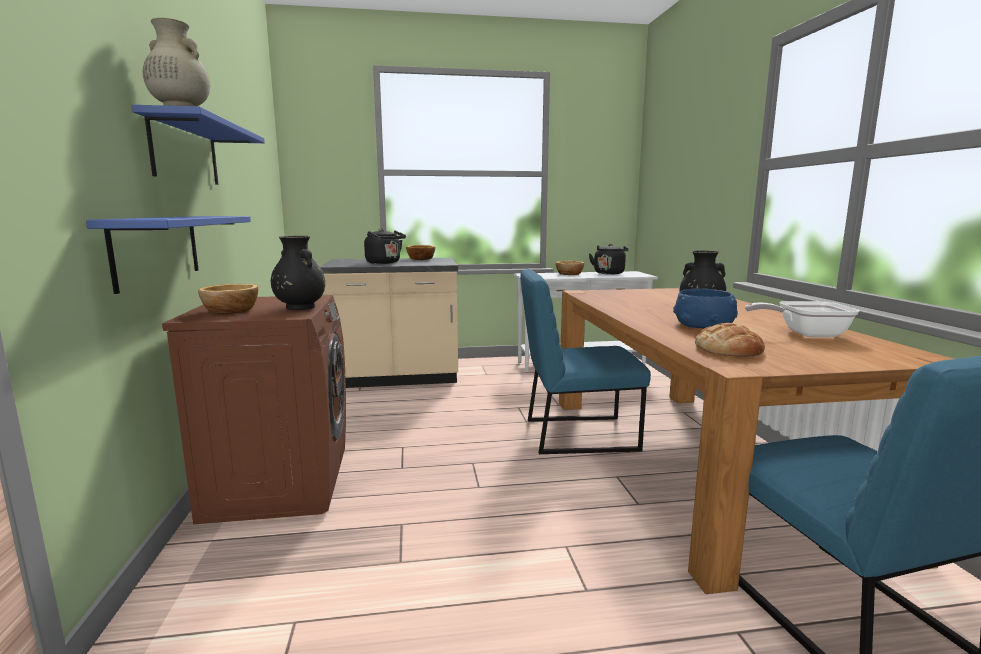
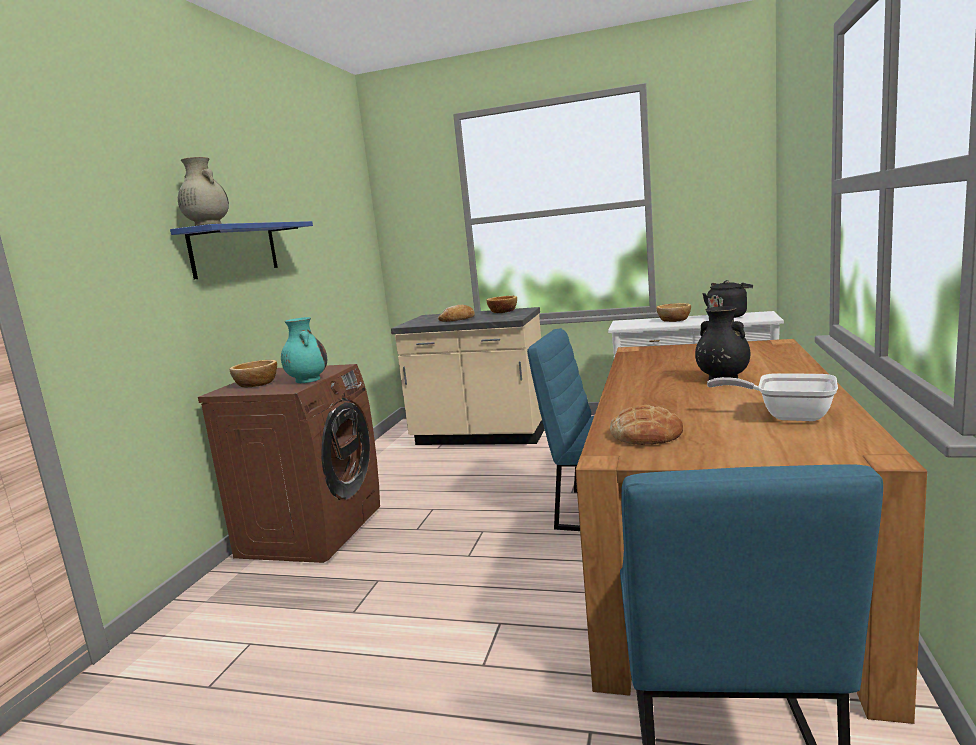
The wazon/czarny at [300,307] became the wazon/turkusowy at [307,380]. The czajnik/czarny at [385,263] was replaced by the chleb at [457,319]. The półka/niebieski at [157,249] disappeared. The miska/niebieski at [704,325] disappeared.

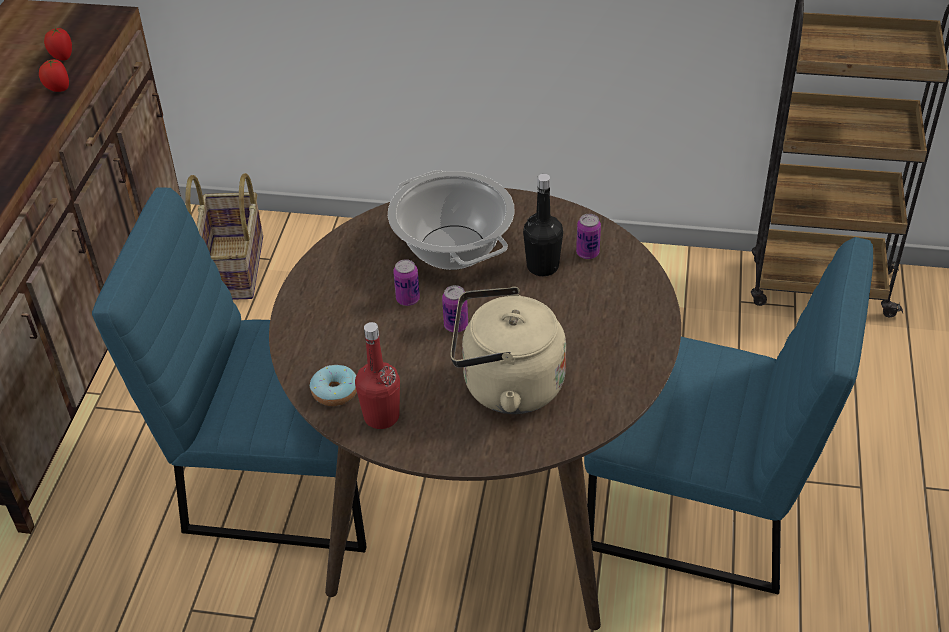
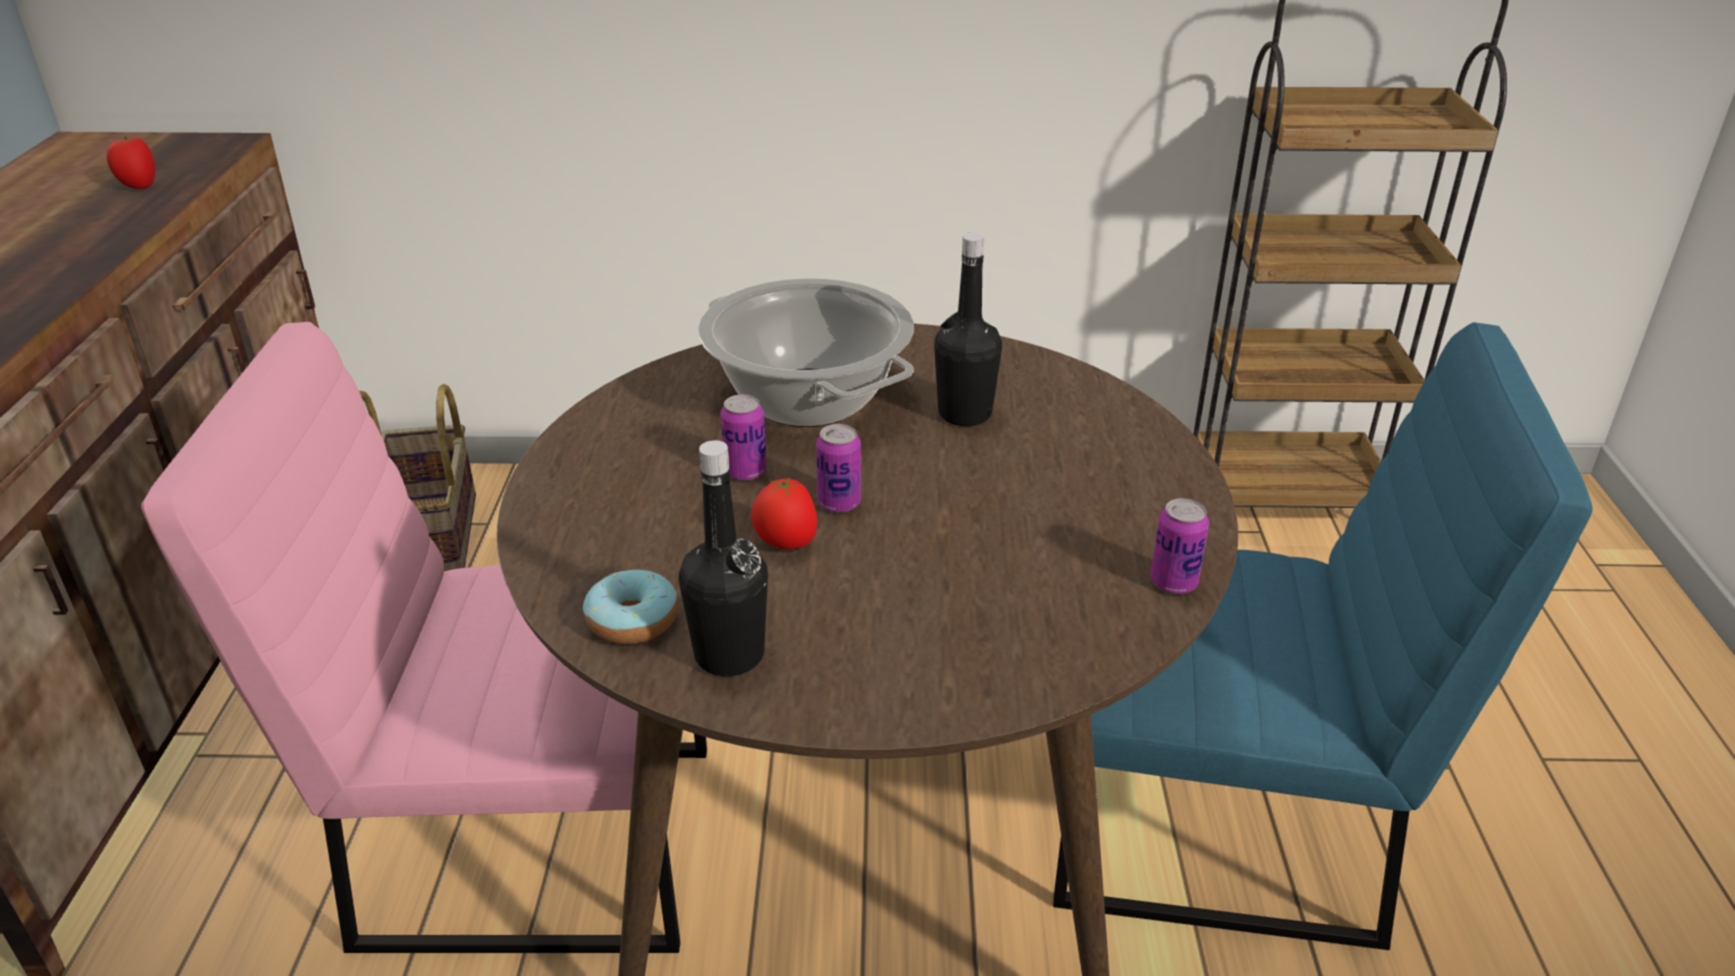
The krzesło/niebieski at [285,479] became the krzesło/różowy at [528,841]. The butelka/czerwony at [381,416] became the butelka/czarny at [729,655]. The pomidor moved from [58,89] to [785,544]. The puszka moved from [587,253] to [1173,583]. The czajnik/beżowy at [506,386] disappeared.

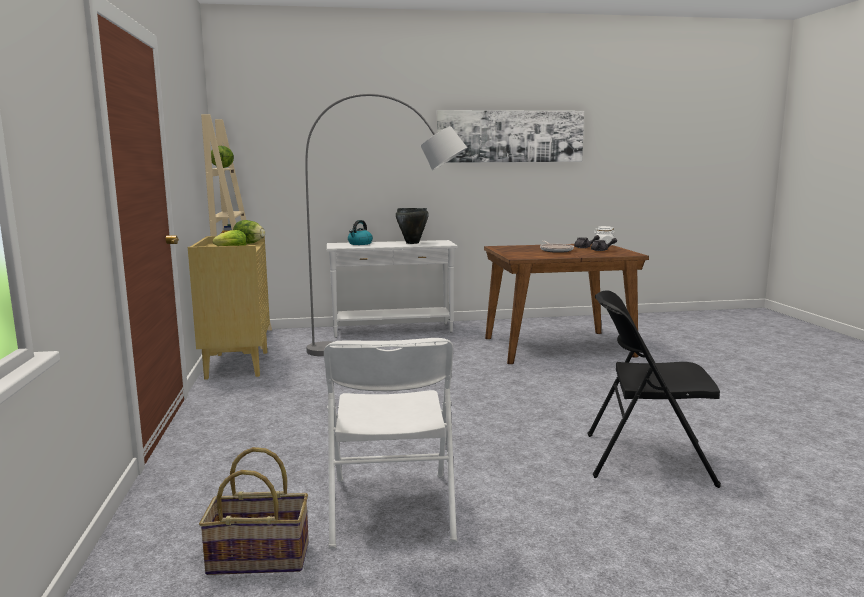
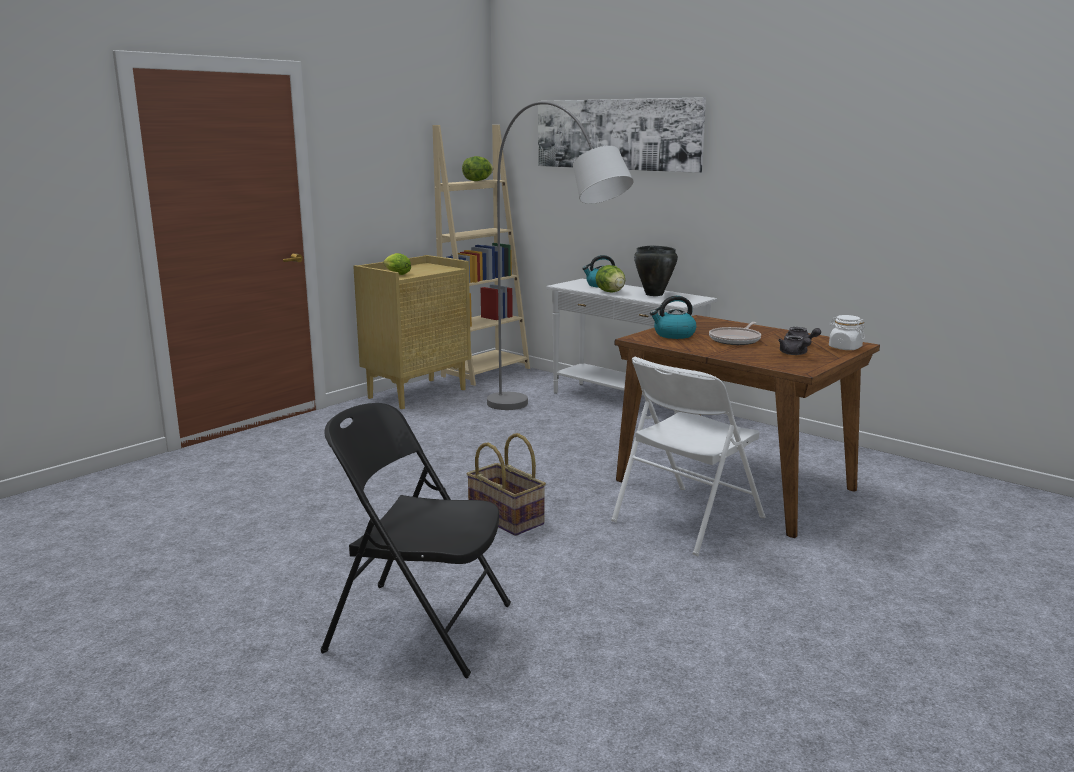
The krzesło/czarny at [648,459] turned 45 degrees counterclockwise. The koszyk moved from [260,557] to [507,518]. The obraz moved from [510,136] to [616,134]. The sałata moved from [249,243] to [610,292]. The krzesło/biały moved from [391,508] to [687,519]. The czajnik at [673,335] appeared.

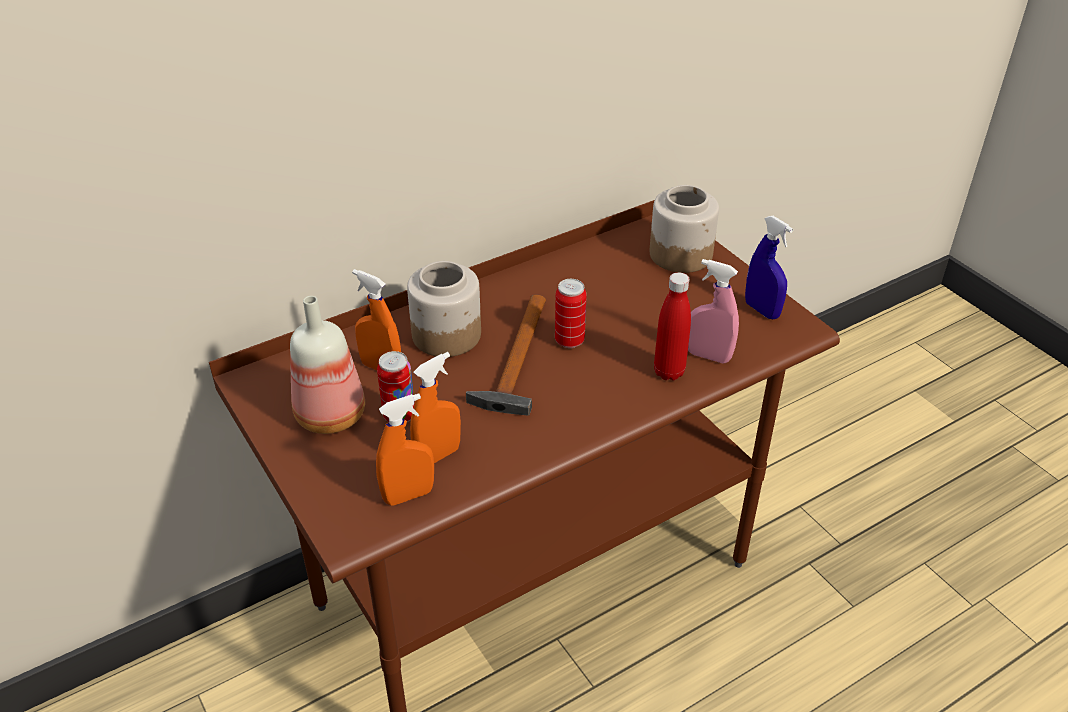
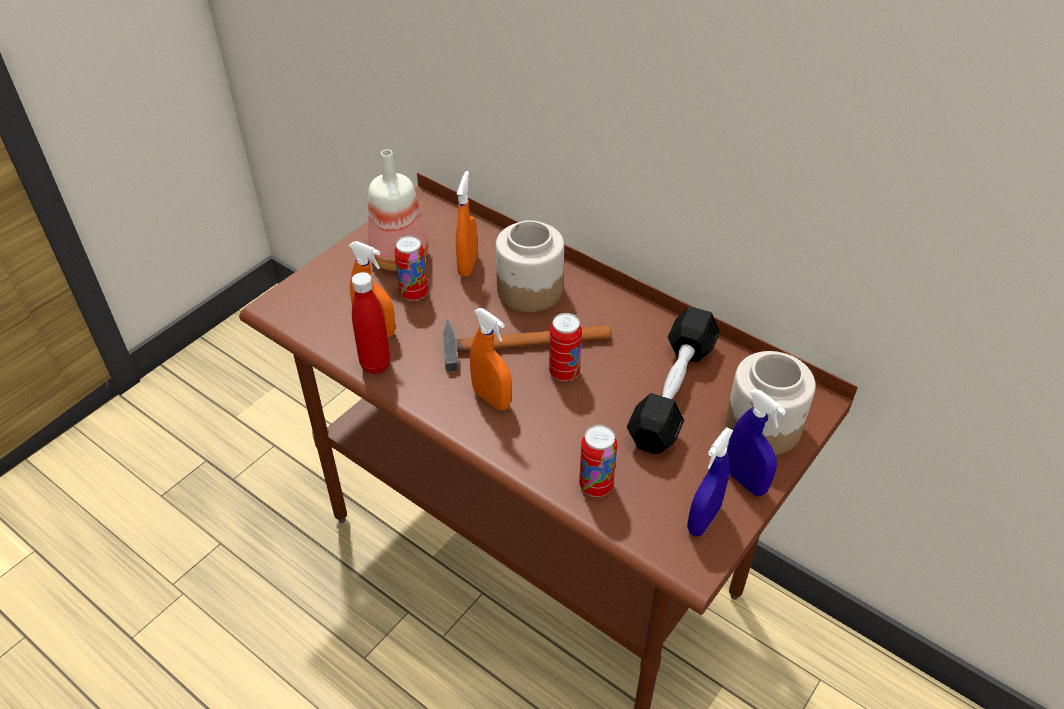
The butelka/czerwony moved from [669,372] to [375,365]. The spryskiwacz/pomarańczowy moved from [408,495] to [491,398]. The spryskiwacz/różowy at [708,356] was replaced by the puszka at [596,485]. The hantel/czarny at [672,392] appeared. The spryskiwacz/niebieski at [745,481] appeared.

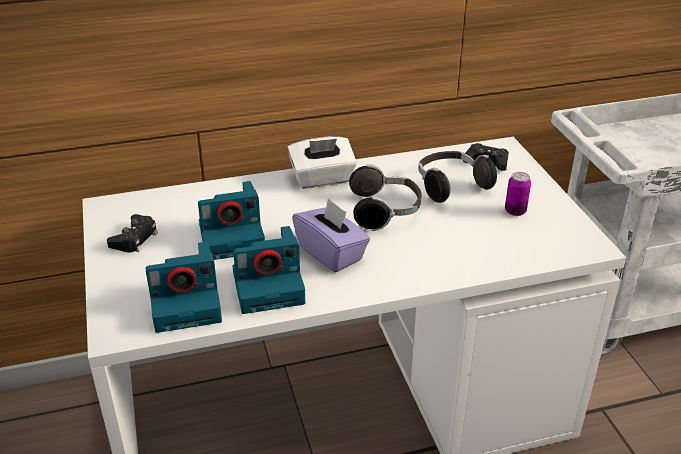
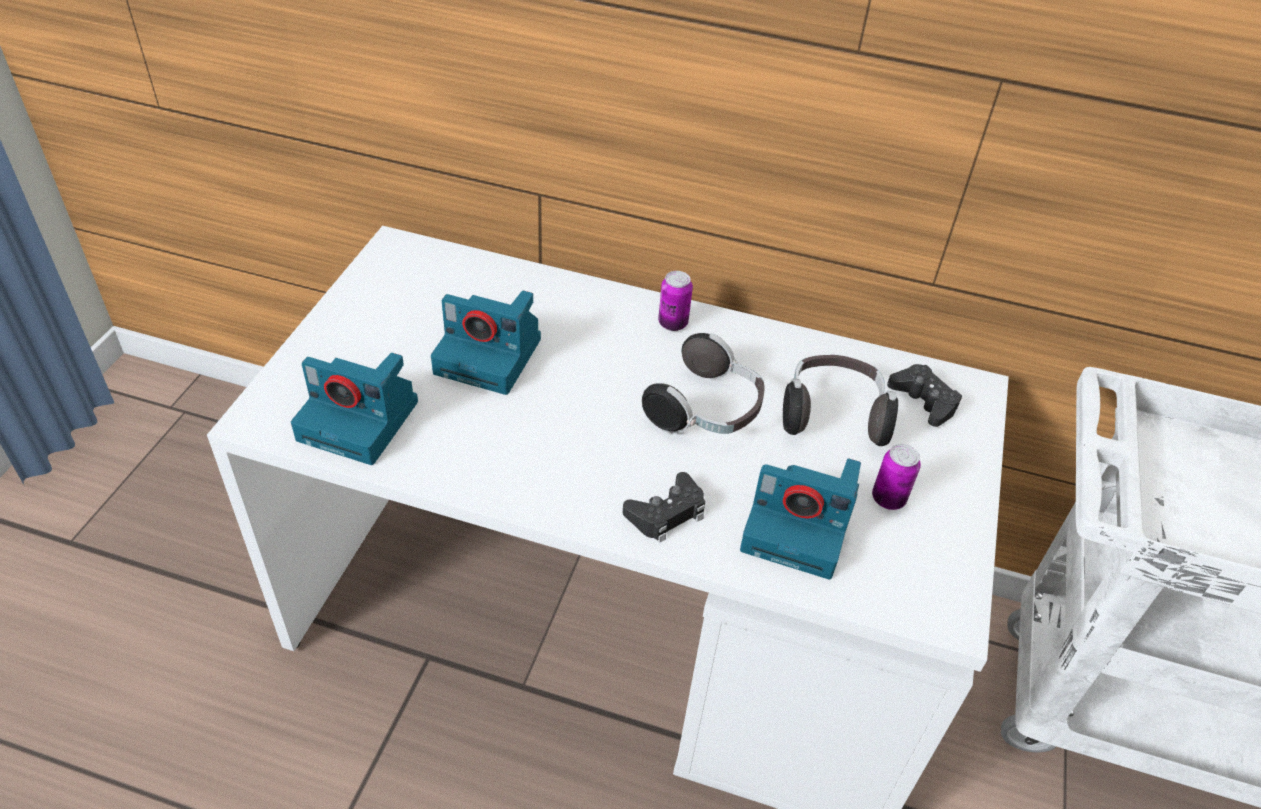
The pad do gier/czarny moved from [134,239] to [666,513]. The pudełko chusteczek/biały at [322,179] was replaced by the puszka at [673,323]. The aparat fotograficzny moved from [270,286] to [799,527]. The pudełko chusteczek/fioletowy at [331,253] disappeared.

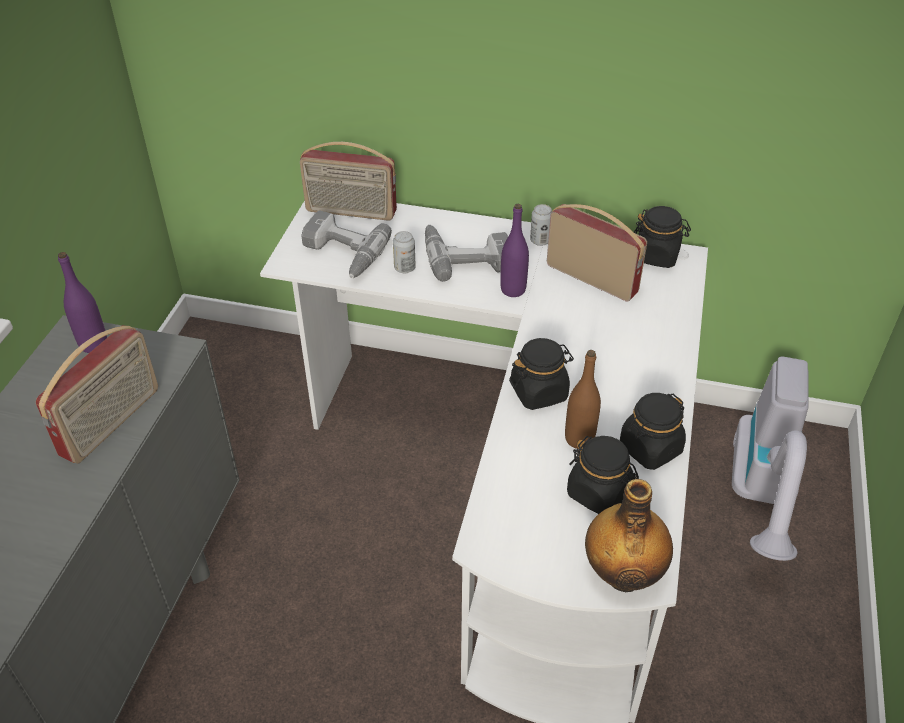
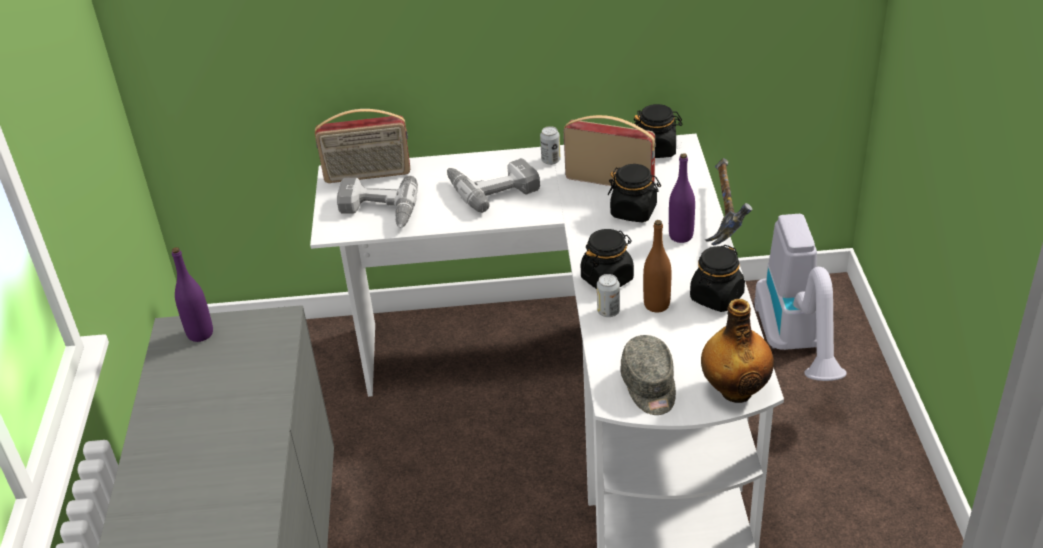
The puszka moved from [404,268] to [608,311]. The słoik/czarny moved from [599,493] to [634,211]. The czapka z daszkiem/szary at [649,387] appeared. The butelka/fioletowy moved from [513,290] to [681,236]. The młotek at [725,218] appeared. The radio at [112,423] disappeared.

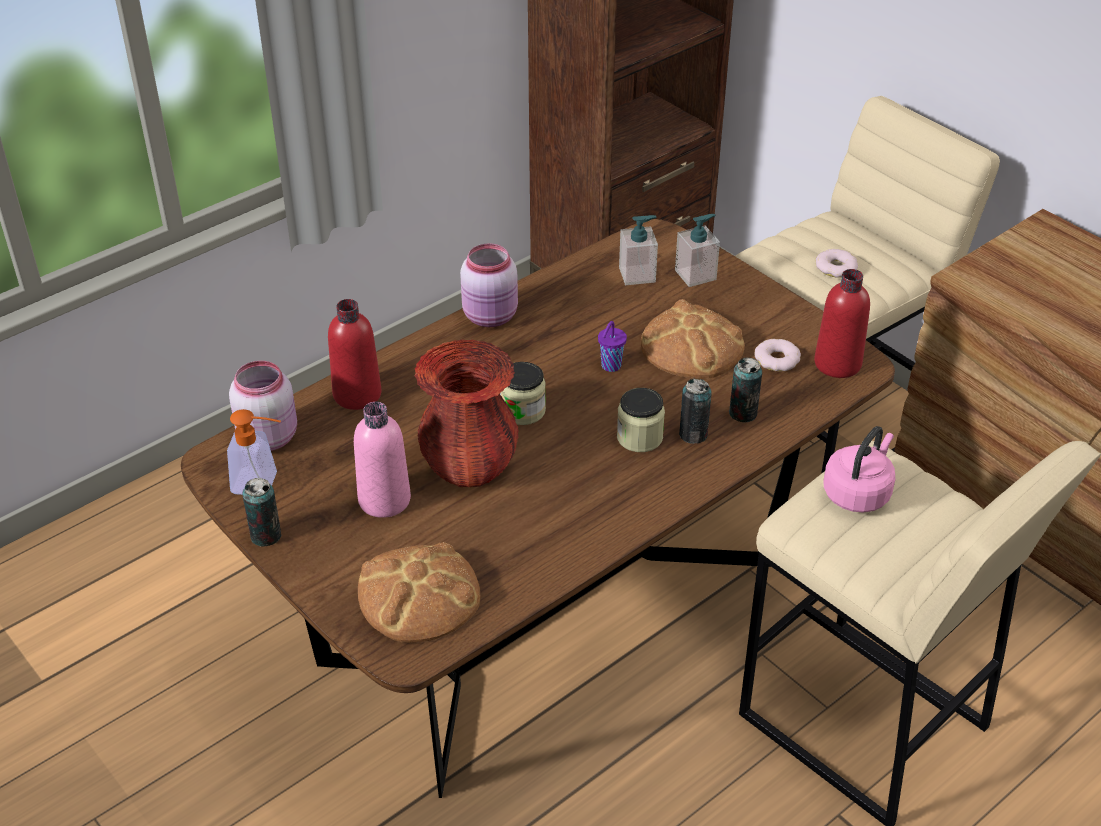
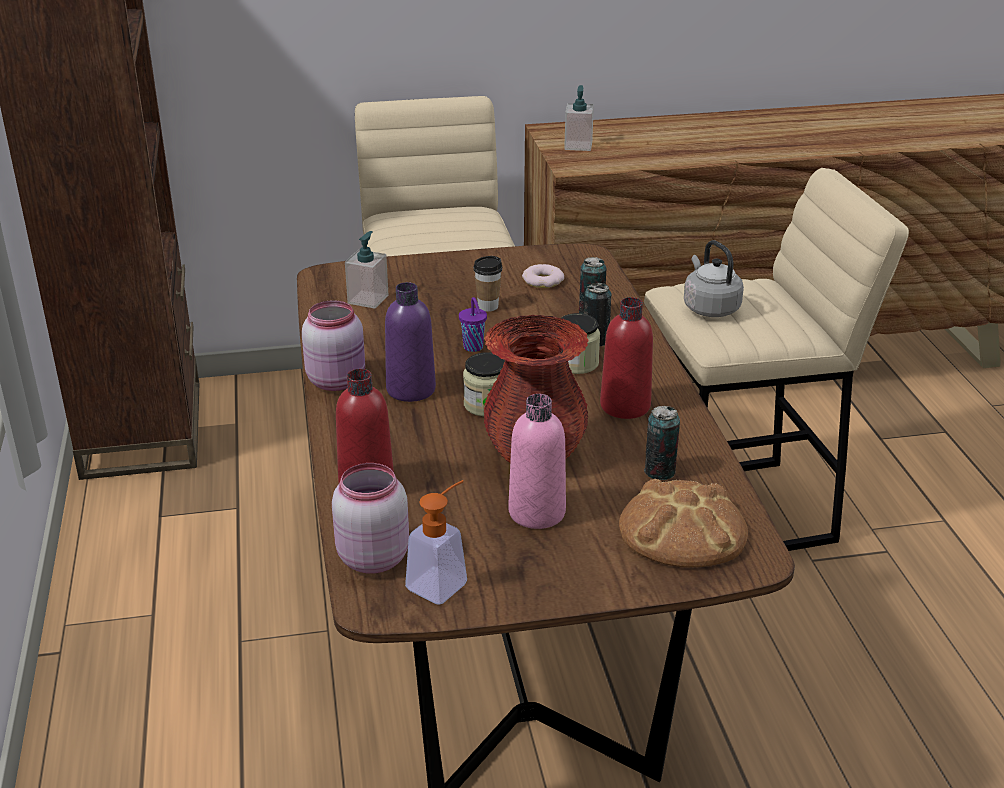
The butelka/fioletowy at [411,389] appeared. The chleb at [692,346] was replaced by the filiżanka at [488,306]. The dozownik mydła moved from [695,275] to [578,145]. The butelka/czerwony moved from [837,364] to [625,406]. The puszka moved from [266,536] to [659,471]. The czajnik/różowy at [858,493] became the czajnik/szary at [709,307]. The donut at [836,267] disappeared.

